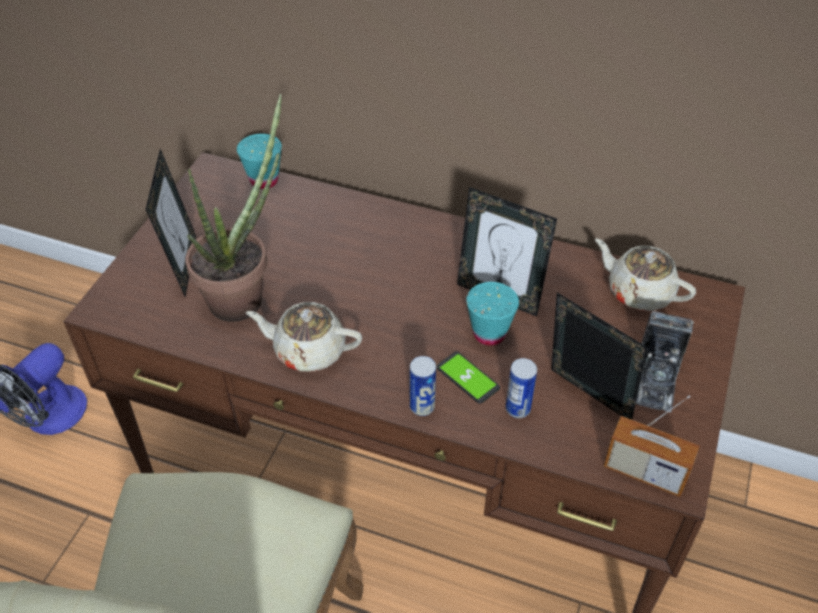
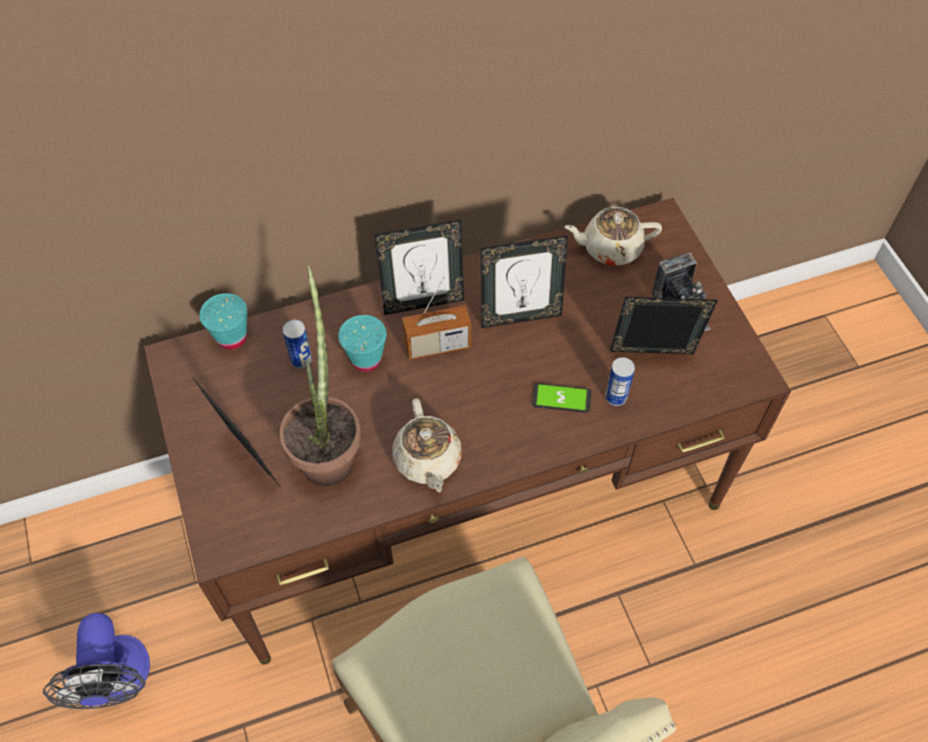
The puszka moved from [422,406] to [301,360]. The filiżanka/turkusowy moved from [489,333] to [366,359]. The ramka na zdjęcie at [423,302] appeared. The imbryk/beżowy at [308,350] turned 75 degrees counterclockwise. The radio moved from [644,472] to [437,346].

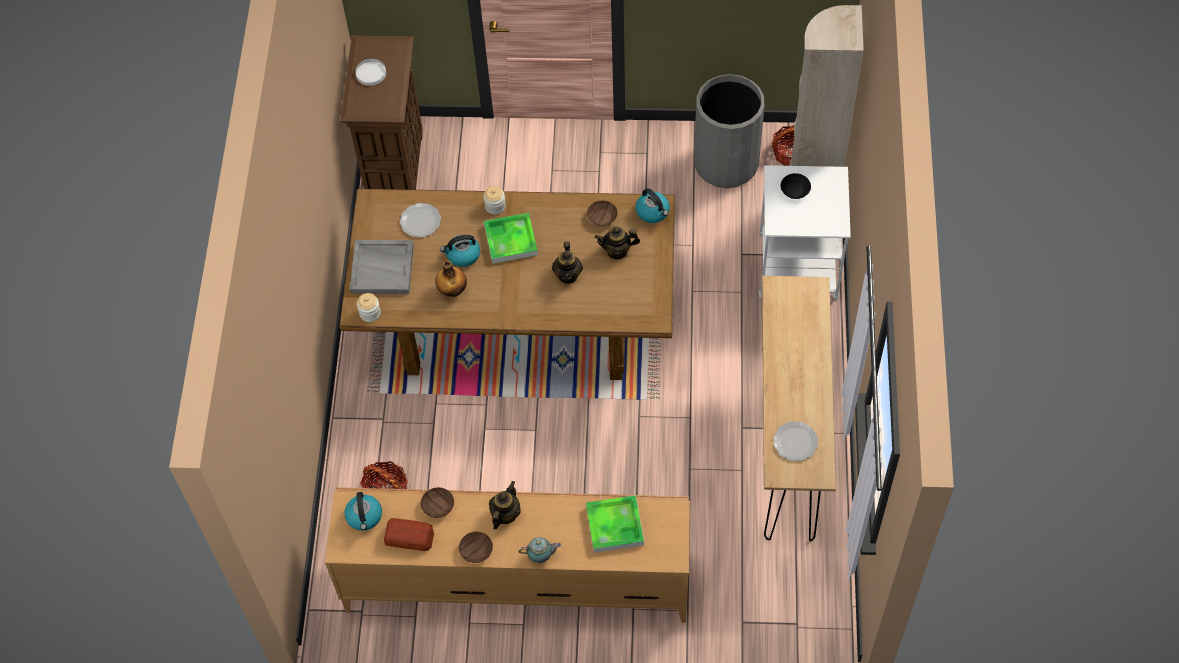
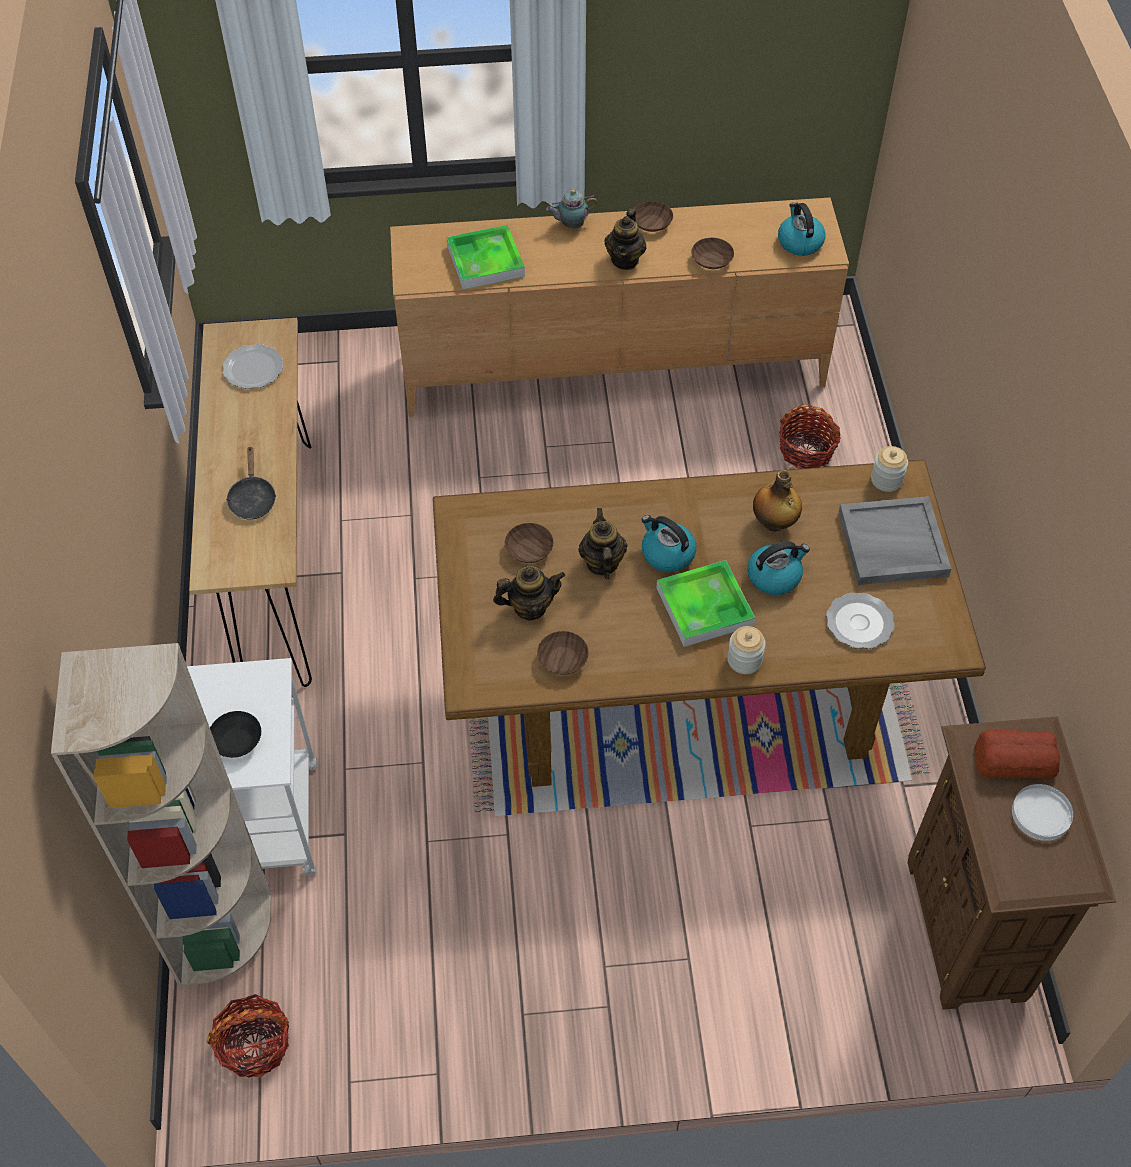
The patelnia/czarny at [252,499] appeared. The miska/brązowy at [528,549] appeared. The czajnik moved from [653,212] to [667,554]. The chleb moved from [408,537] to [1016,760]. The kosz na śmieci/szary at [726,163] disappeared.

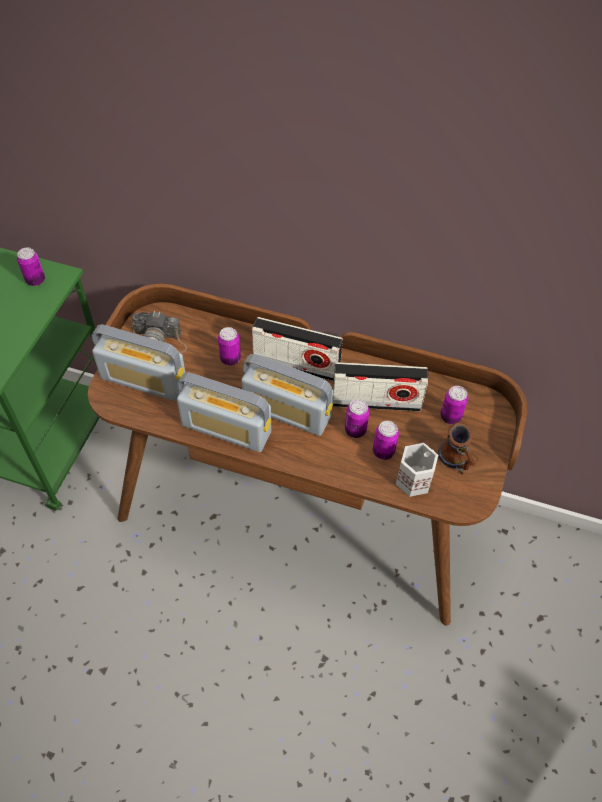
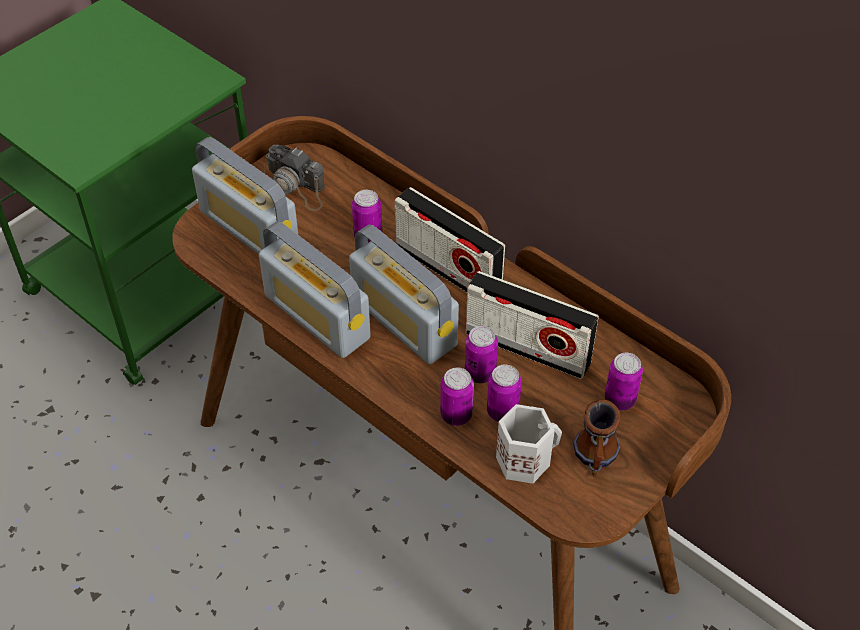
The puszka moved from [35,280] to [456,415].

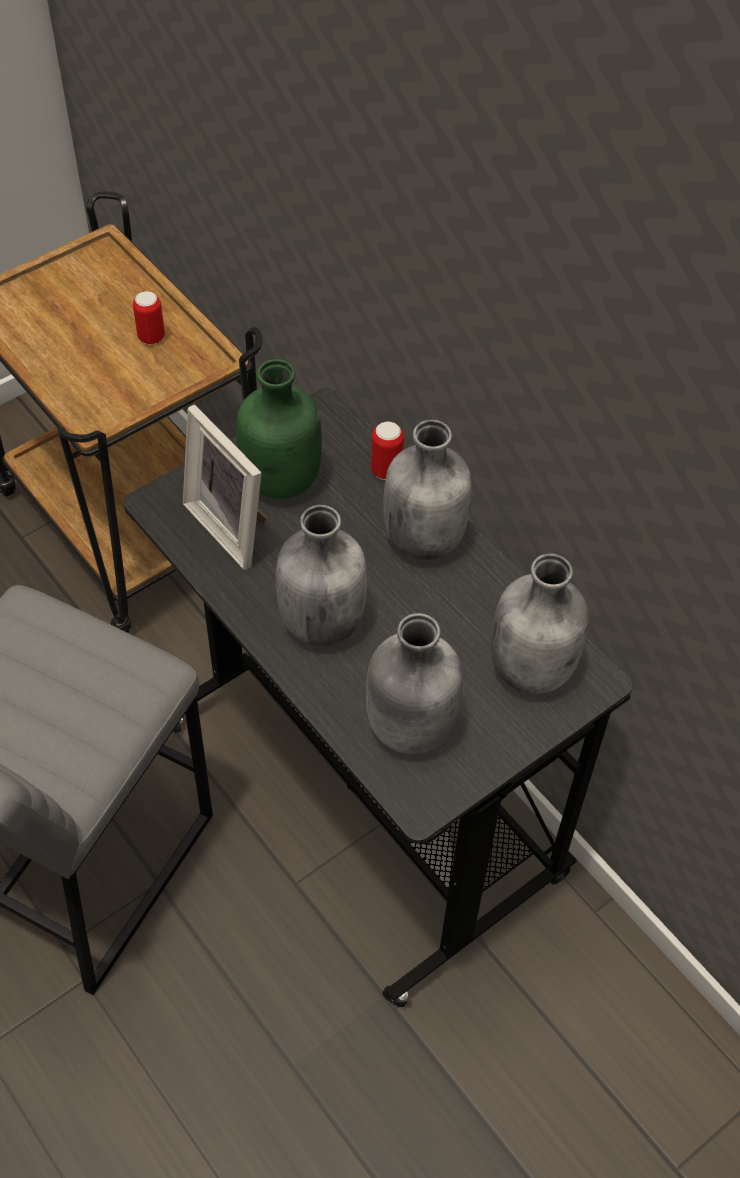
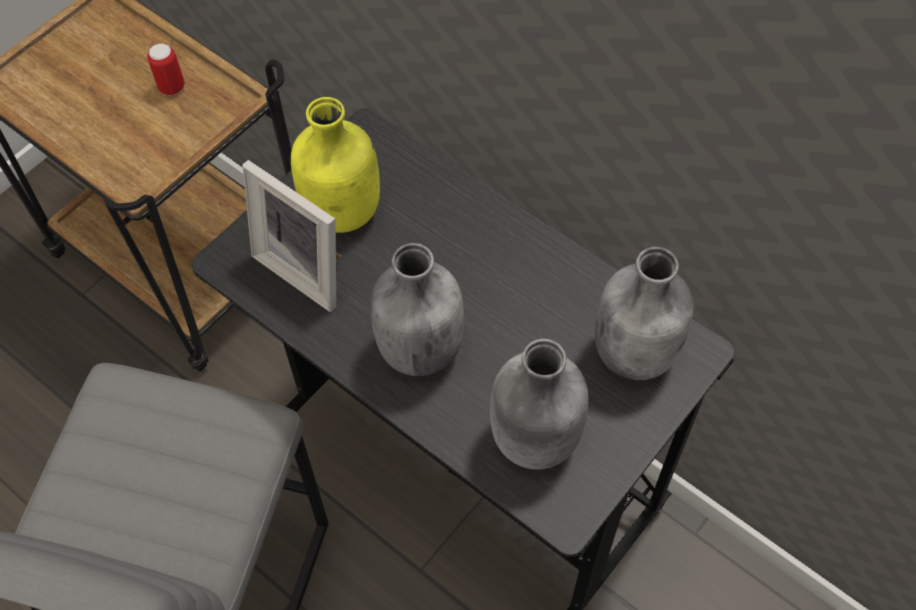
The butelka/zielony at [283,480] became the butelka/żółty at [344,211]. The puszka at [386,470] disappeared. The butelka/szary at [424,537] disappeared.

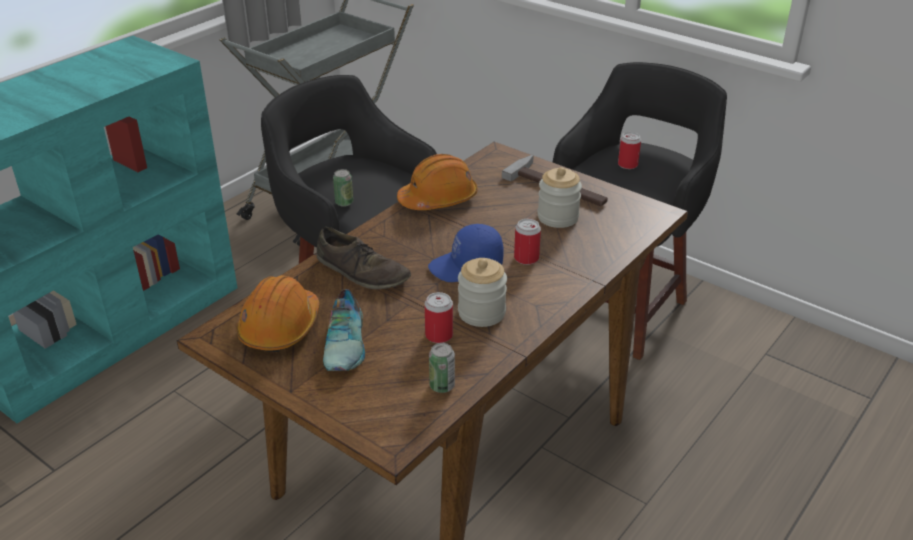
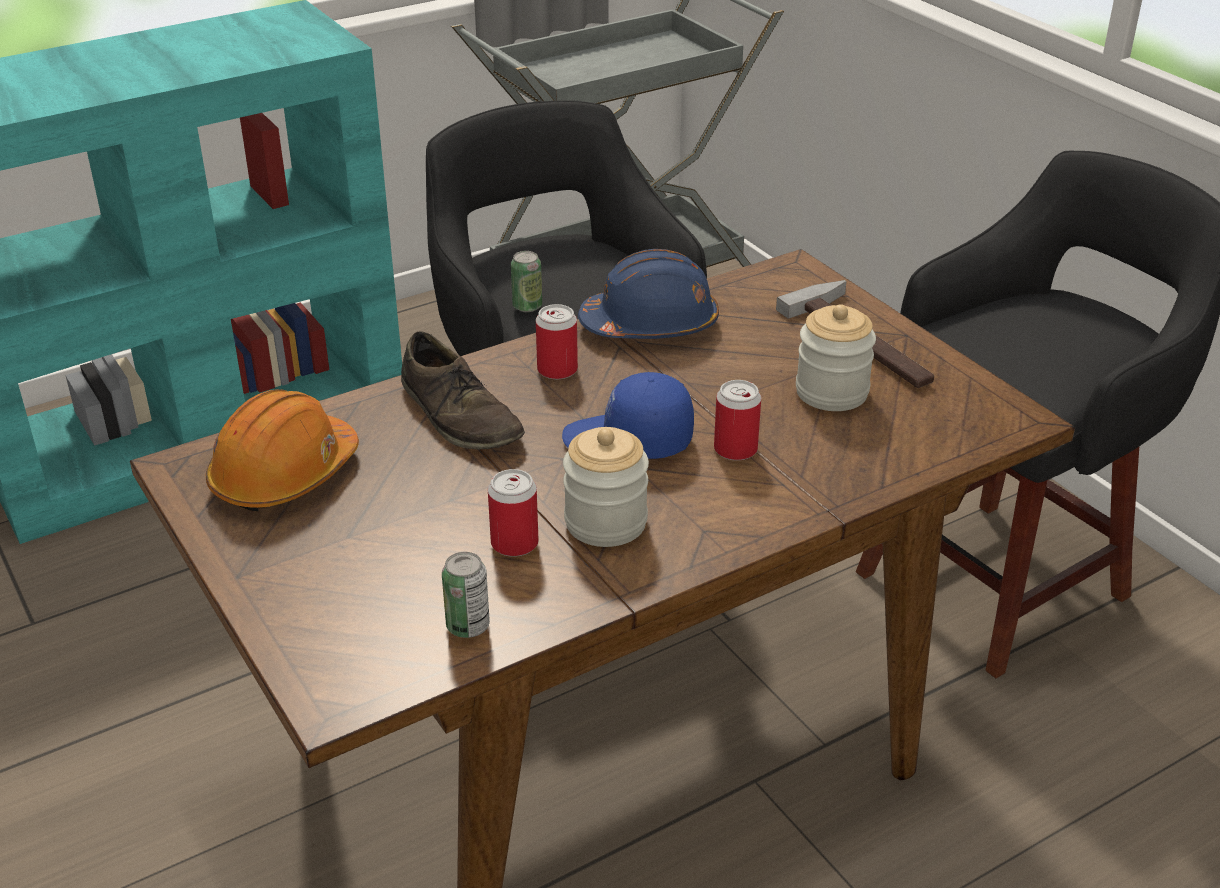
The puszka moved from [627,165] to [557,370]. The kask/pomarańczowy at [438,199] became the kask/niebieski at [650,325]. The but at [347,343] disappeared.

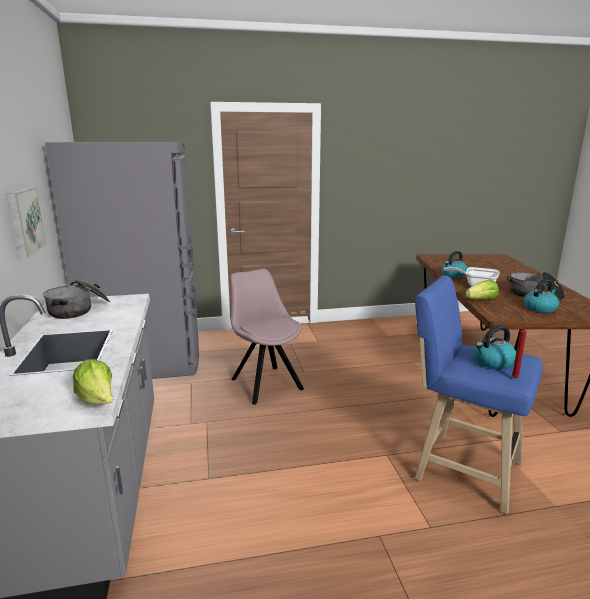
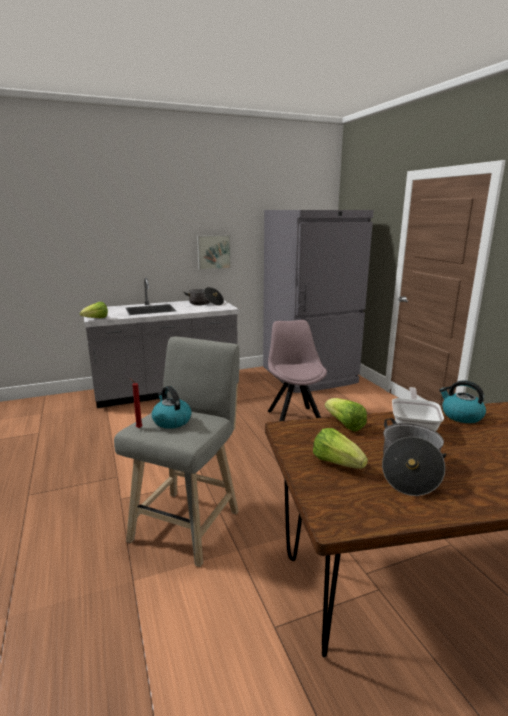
The stołek/niebieski at [462,468] became the stołek/szary at [188,522]. The krzesło/różowy at [266,384] turned 60 degrees counterclockwise. The czajnik at [540,308] was replaced by the sałata at [337,462].

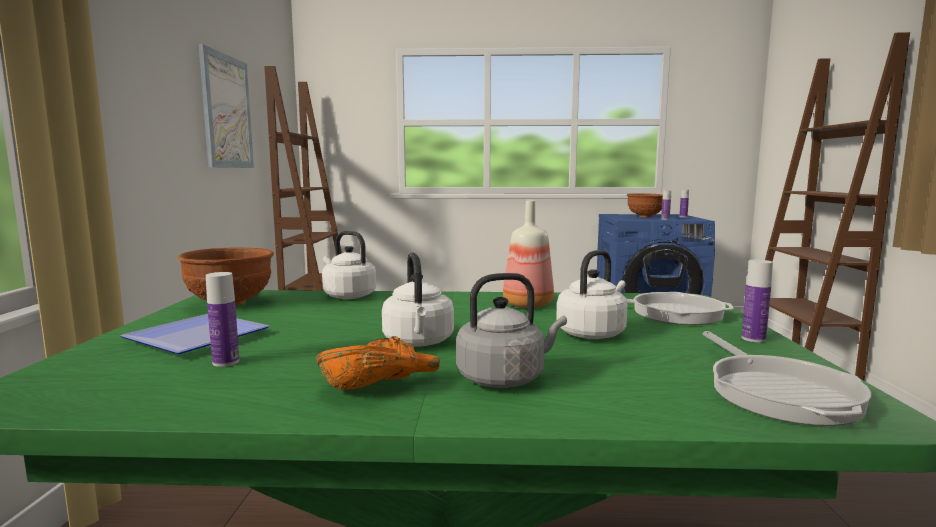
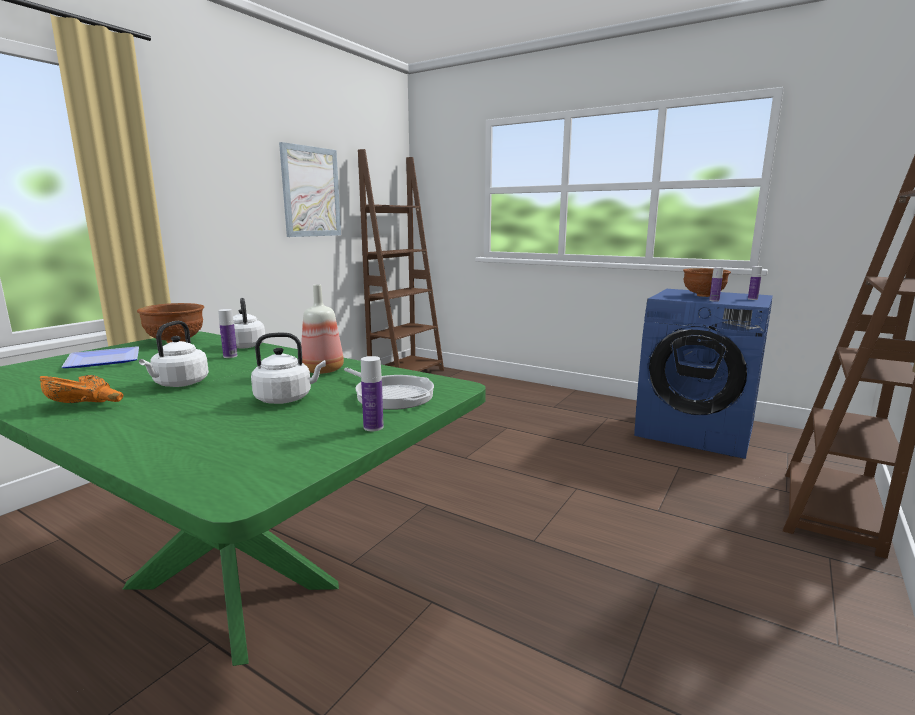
The butelka moved from [226,362] to [230,356]. The czajnik/szary at [505,378] disappeared. The patelnia at [778,392] disappeared.

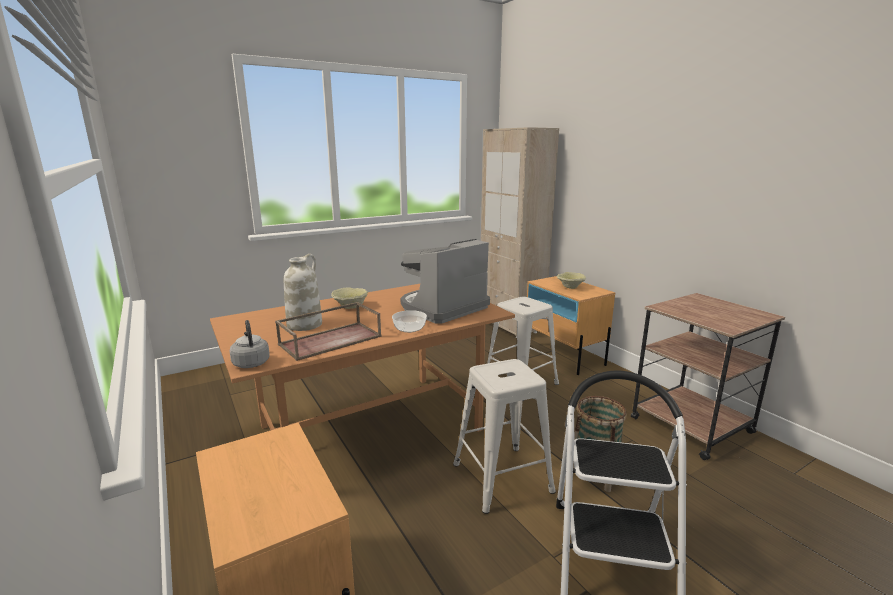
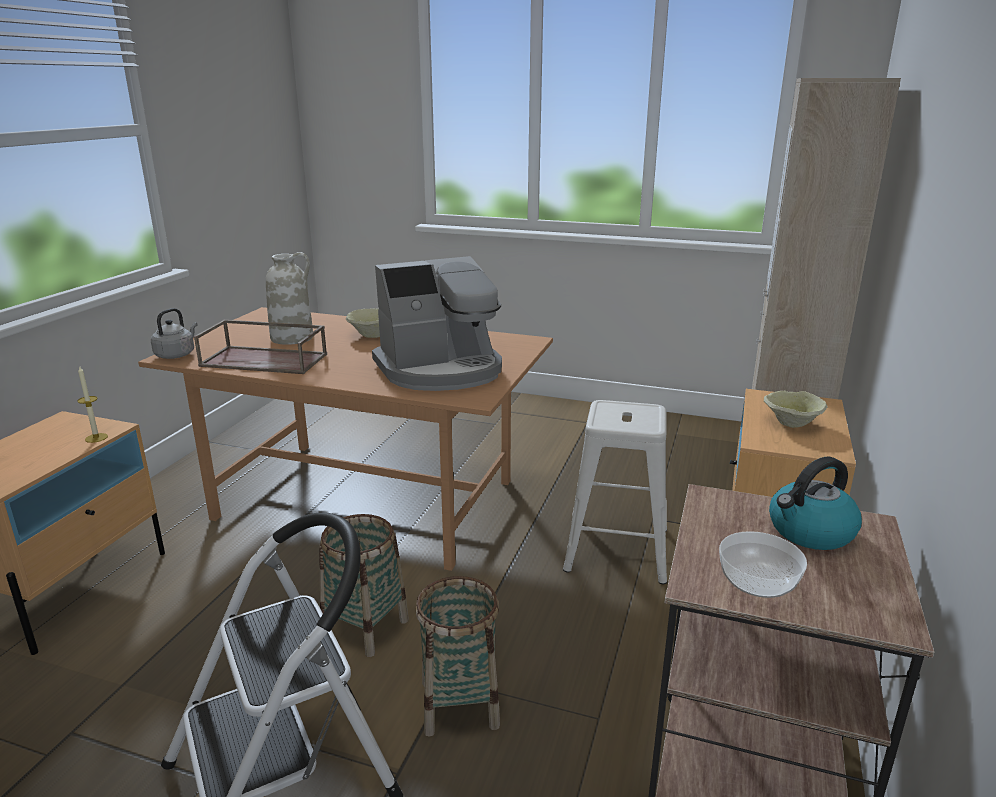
The świeca at [96,438] appeared. The stołek/biały at [502,478] was replaced by the koszyk at [365,627]. The ekspres do kawy at [442,308] turned 150 degrees clockwise. The miska moved from [410,328] to [759,581]. The czajnik at [810,532] appeared.

